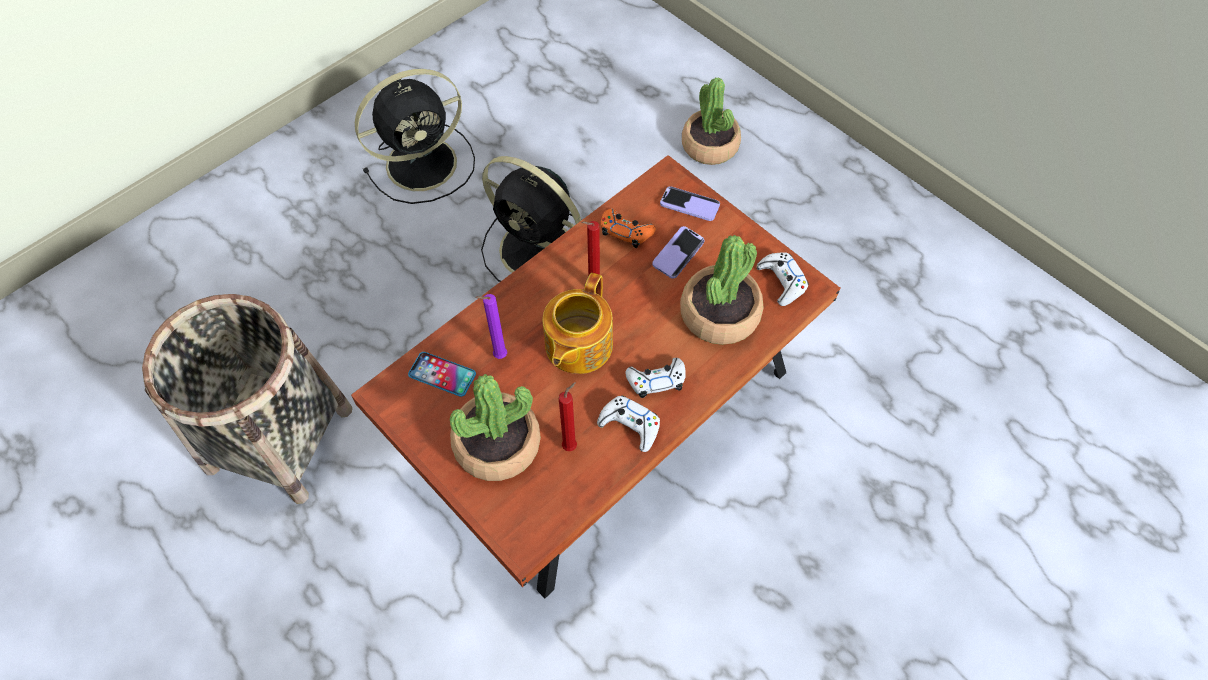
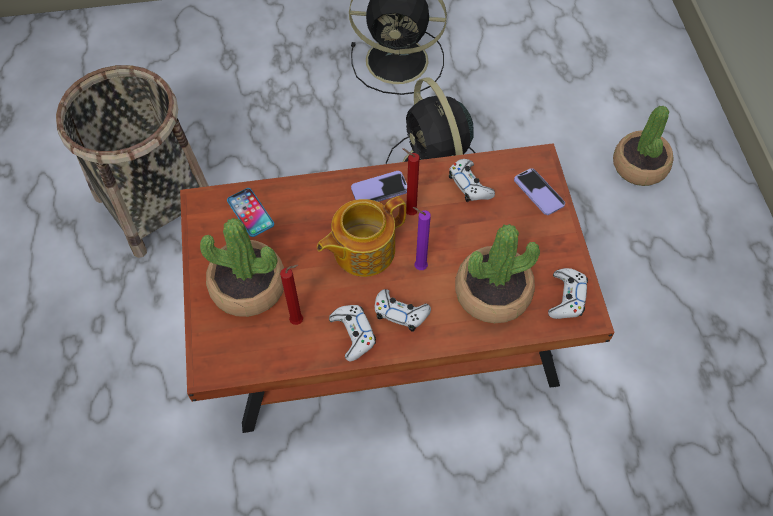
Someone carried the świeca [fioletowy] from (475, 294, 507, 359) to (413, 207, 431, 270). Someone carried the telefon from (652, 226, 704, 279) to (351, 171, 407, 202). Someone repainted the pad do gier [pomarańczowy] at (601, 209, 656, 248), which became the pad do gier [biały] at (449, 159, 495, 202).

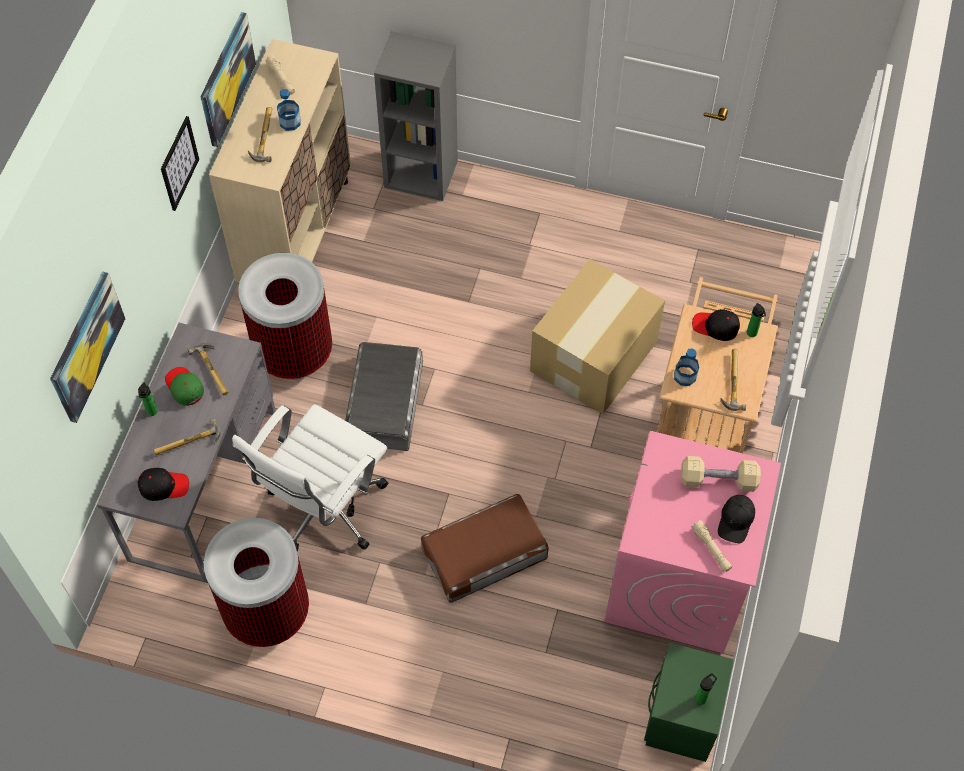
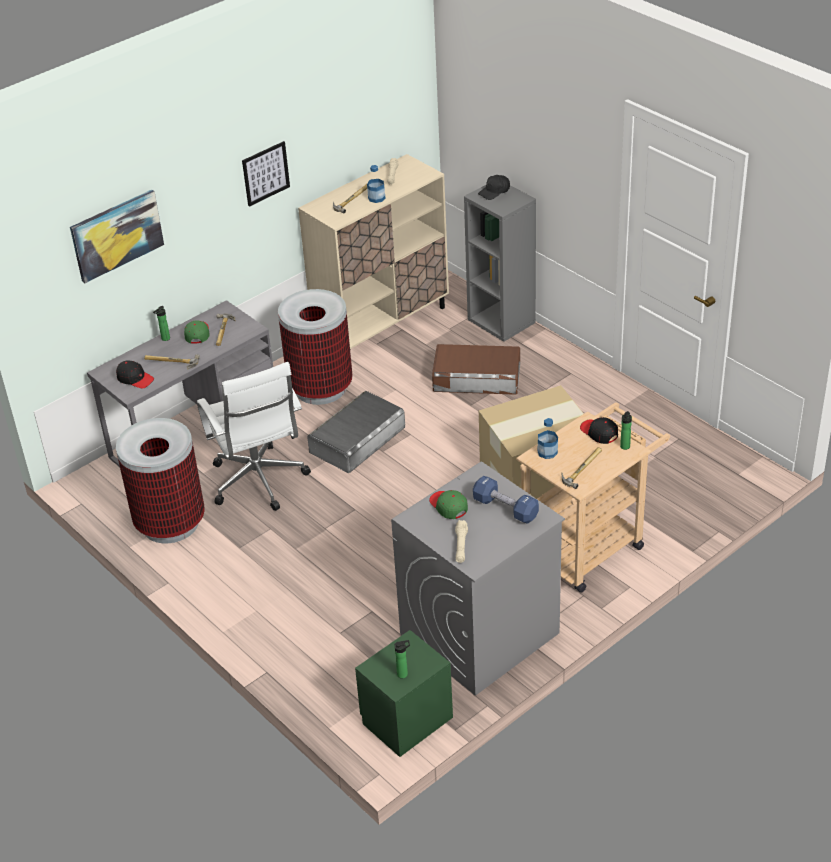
Someone took away the obraz at (201, 12, 256, 147). Someone put down the czapka z daszkiem [zielony] at (429, 490, 468, 519). Someone carried the pojemnik do przechowywania [brązowy] from (421, 494, 549, 603) to (432, 344, 520, 395). Someone carried the czapka z daszkiem [czarny] from (718, 495, 755, 543) to (478, 175, 510, 200). Someone repainted the pralka [różowy] at (605, 431, 781, 653), which became the pralka [szary] at (391, 462, 565, 696). Someone repainted the hantel [beżowy] at (681, 456, 761, 492), which became the hantel [niebieski] at (473, 476, 539, 524). Someone rotated the krzesło biurowe [biały] at (232, 404, 388, 552) by 90 degrees counterclockwise.

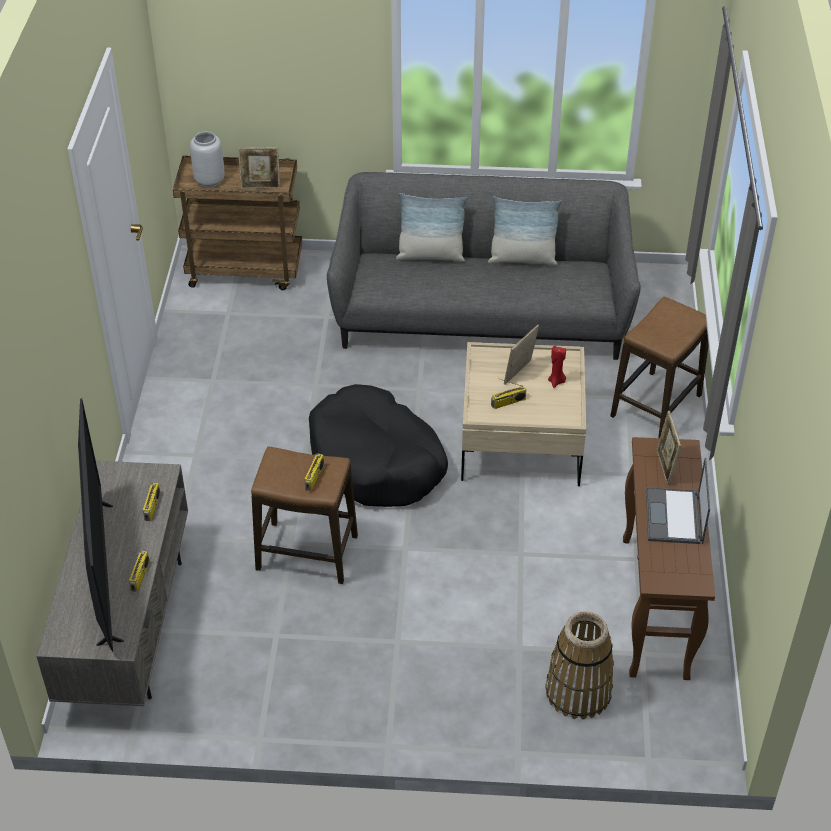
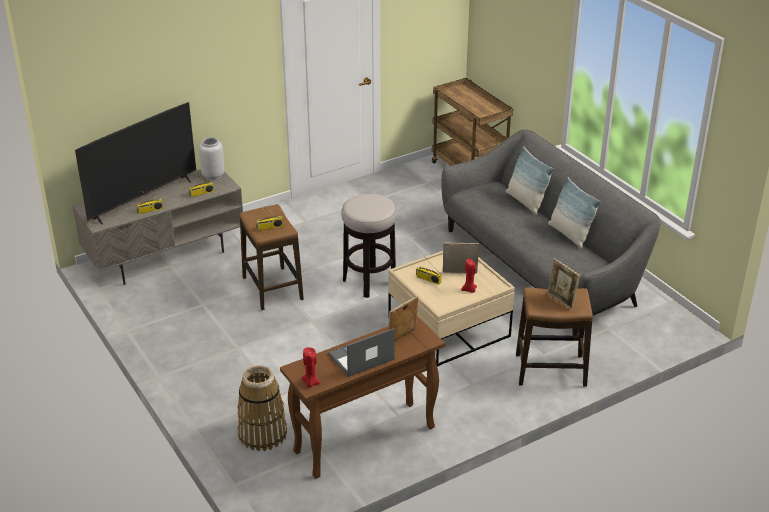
Someone put down the świeca [czerwony] at (302, 347, 321, 388). Someone carried the wazon [szary] from (190, 131, 225, 187) to (199, 137, 225, 180). Someone carried the ramka na zdjęcie from (238, 147, 280, 189) to (547, 258, 580, 309). Someone swapped the legowisko [czarny] at (309, 384, 448, 507) for the stołek at (341, 194, 397, 298).

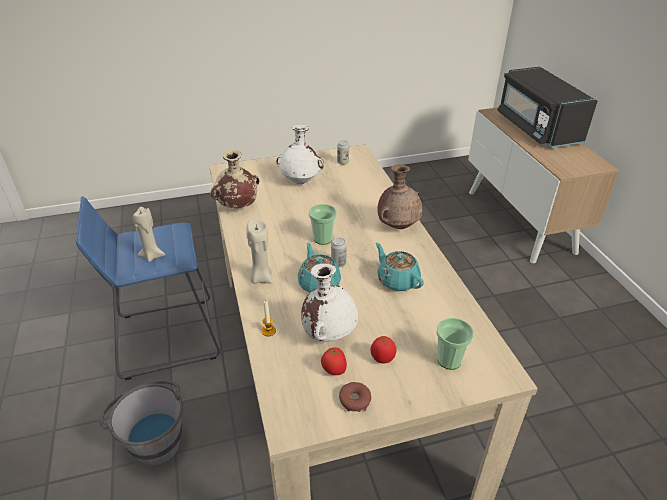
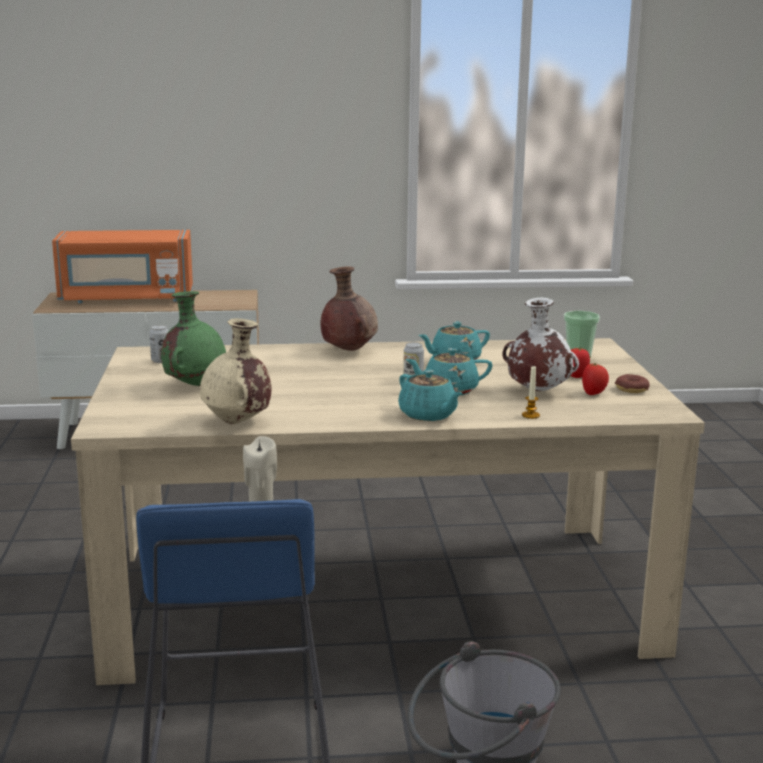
Someone took away the filiżanka at (309, 204, 337, 245). Someone swapped the świeca [beżowy] at (246, 219, 273, 284) for the imbryk [turkusowy] at (398, 370, 462, 421). Someone repainted the wazon [biały] at (276, 125, 324, 184), which became the wazon [zielony] at (161, 291, 226, 386). Someone repainted the mikrofalówka [czarny] at (497, 67, 597, 148), which became the mikrofalówka [pomarańczowy] at (52, 230, 193, 303).

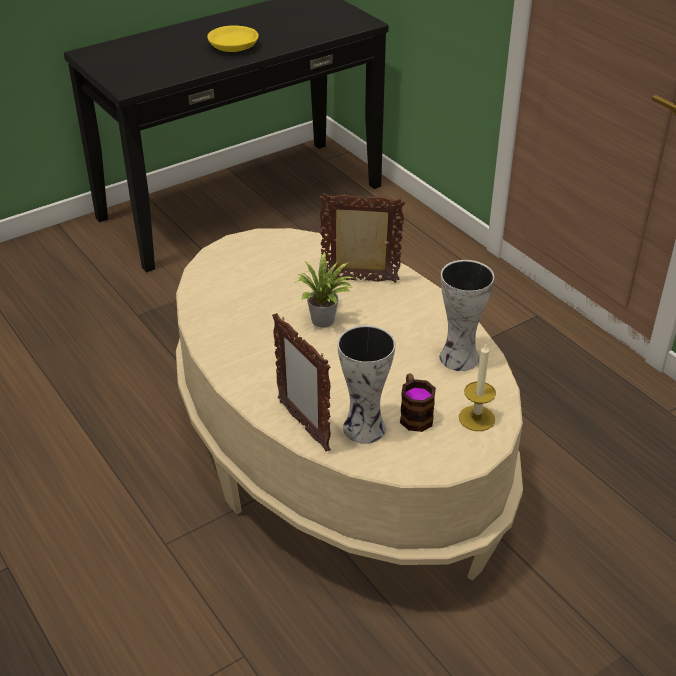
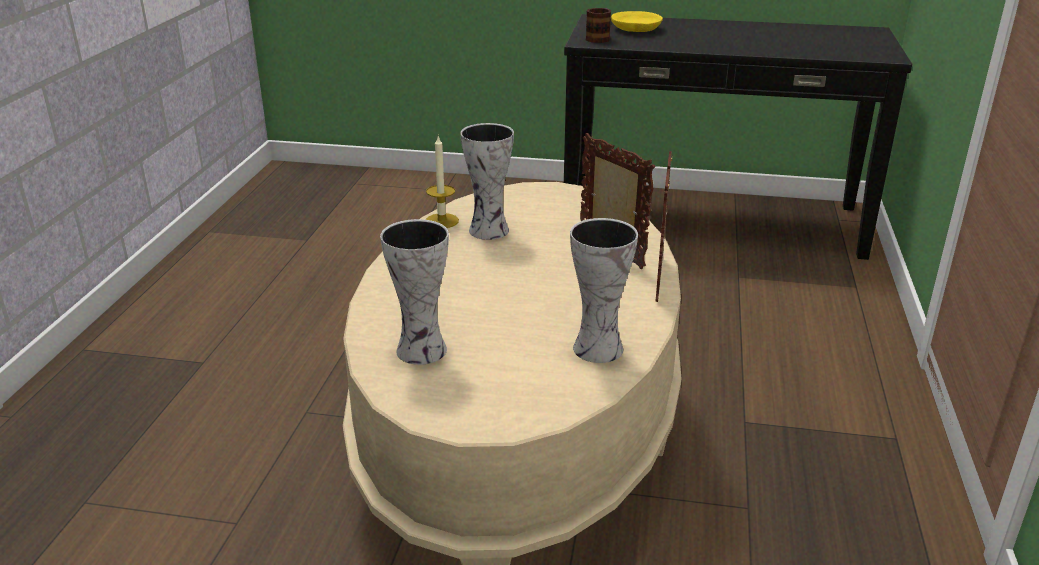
Someone took away the roślina doniczkowa at (295, 251, 357, 327). Someone put down the wazon at (460, 123, 514, 240). Someone carried the miska [żółty] from (207, 25, 259, 52) to (611, 11, 663, 32). Someone carried the ramka na zdjęcie from (272, 313, 331, 451) to (656, 151, 673, 302). Someone carried the kubek from (400, 373, 436, 432) to (586, 8, 611, 43). Someone carried the świeca from (459, 344, 496, 431) to (426, 136, 459, 228).

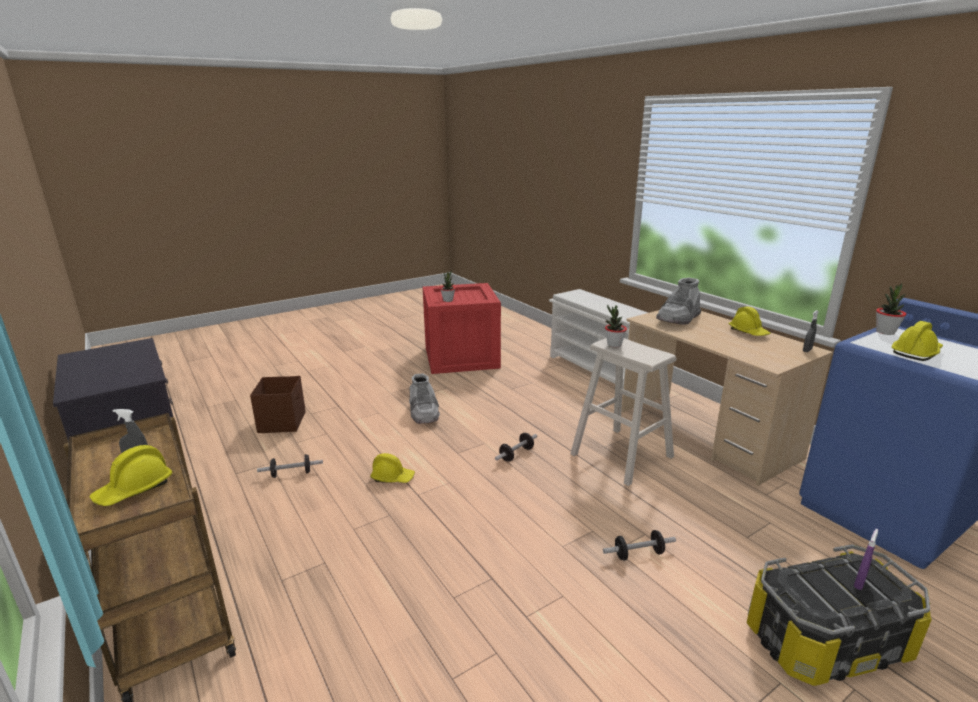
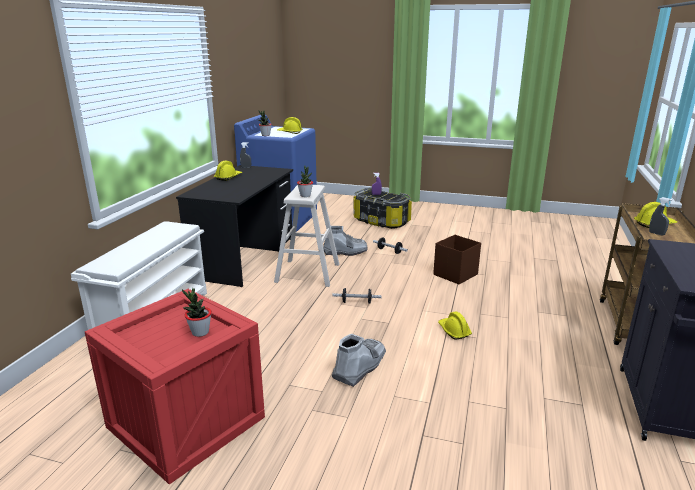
Someone took away the hantel at (257, 454, 323, 478). Someone carried the pojemnik do przechowywania [brązowy] from (250, 376, 306, 433) to (433, 235, 481, 284). Someone carried the but z cholewką [szary] from (656, 278, 701, 324) to (323, 226, 368, 256). Someone repainted the biurko [beżowy] at (622, 310, 833, 486), which became the biurko [czarny] at (176, 165, 293, 287).

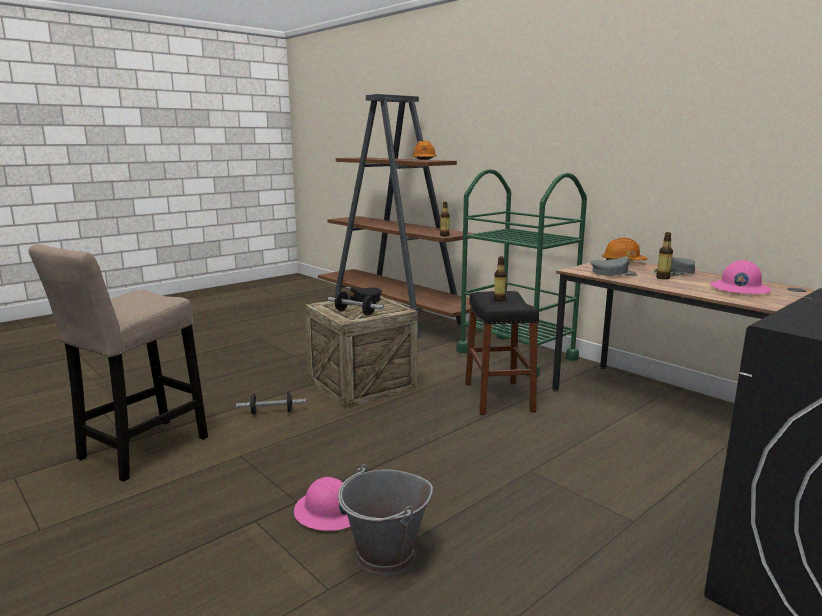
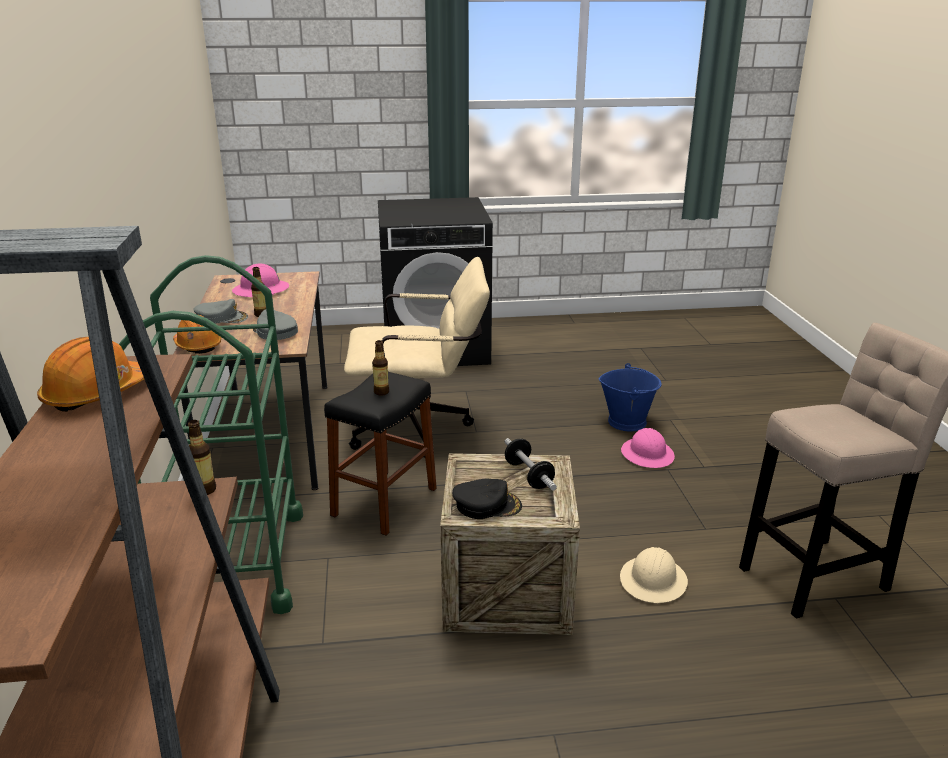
Someone put down the krzesło biurowe [beżowy] at (344, 257, 490, 458). Someone swapped the hantel at (236, 392, 306, 415) for the kask [beżowy] at (620, 547, 688, 603). Someone repainted the wiadro [szary] at (338, 464, 433, 576), which became the wiadro [niebieski] at (599, 363, 661, 431).

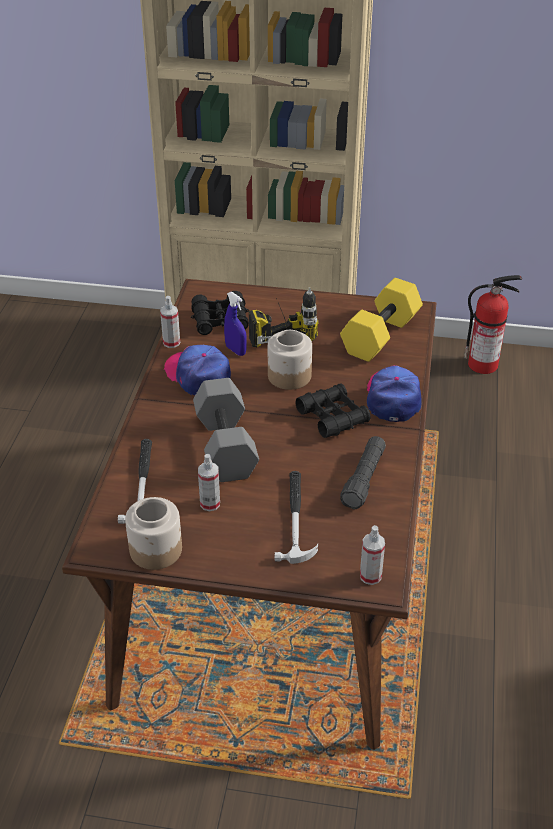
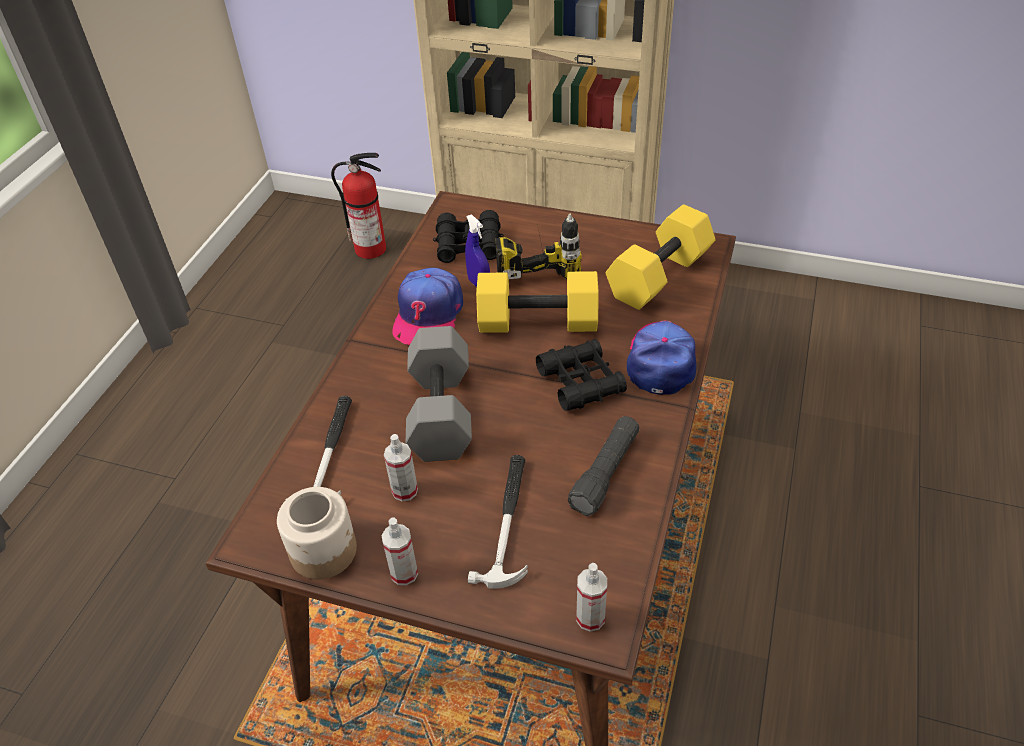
Someone carried the spryskiwacz from (160, 296, 180, 348) to (381, 518, 418, 585). Someone carried the gaśnica from (464, 275, 522, 374) to (331, 153, 386, 259). Someone swapped the słoik at (268, 330, 312, 390) for the hantel [żółty] at (476, 271, 599, 333). Someone rotated the czapka z daszkiem at (164, 345, 231, 395) by 135 degrees counterclockwise.

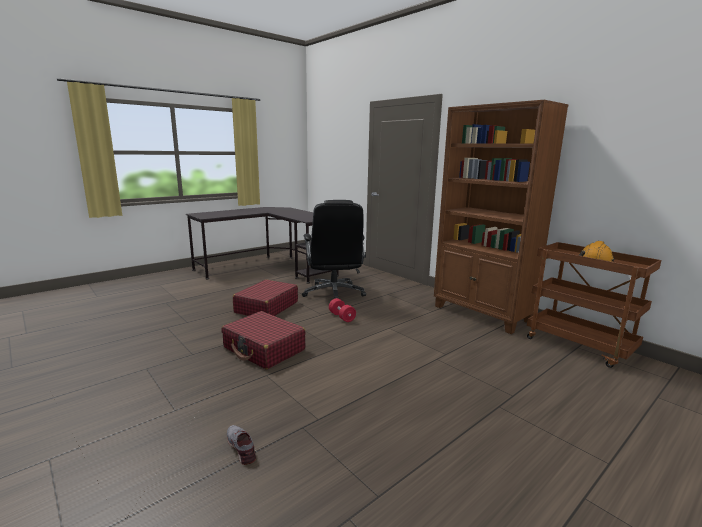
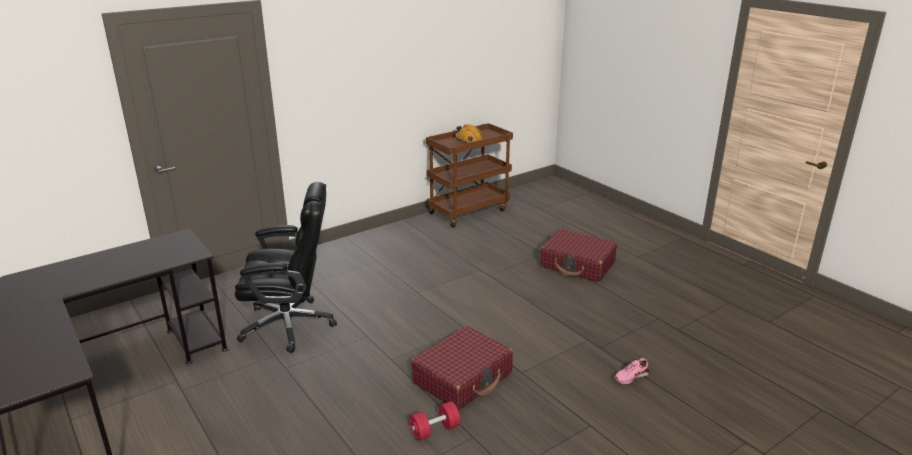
Someone took away the regał [brązowy] at (434, 100, 569, 334). Someone carried the walizka [czerwony] from (233, 279, 298, 316) to (540, 229, 617, 282). Someone carried the hantel [czerwony] from (329, 298, 356, 322) to (409, 401, 460, 441). Someone repainted the but [szary] at (227, 425, 256, 465), which became the but [różowy] at (614, 358, 650, 385).

